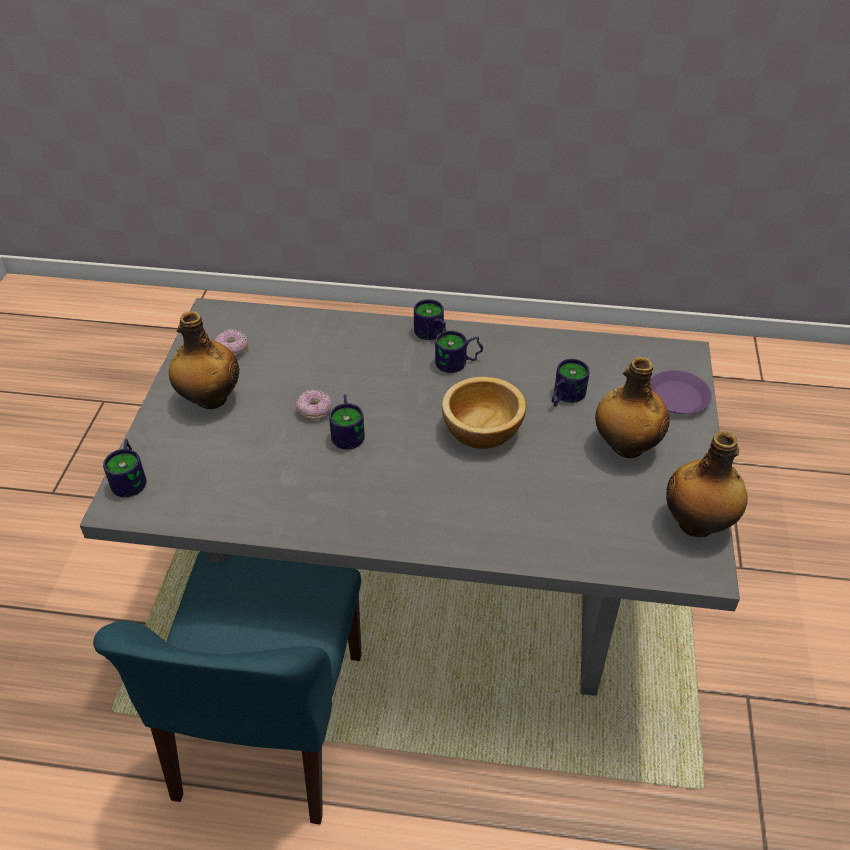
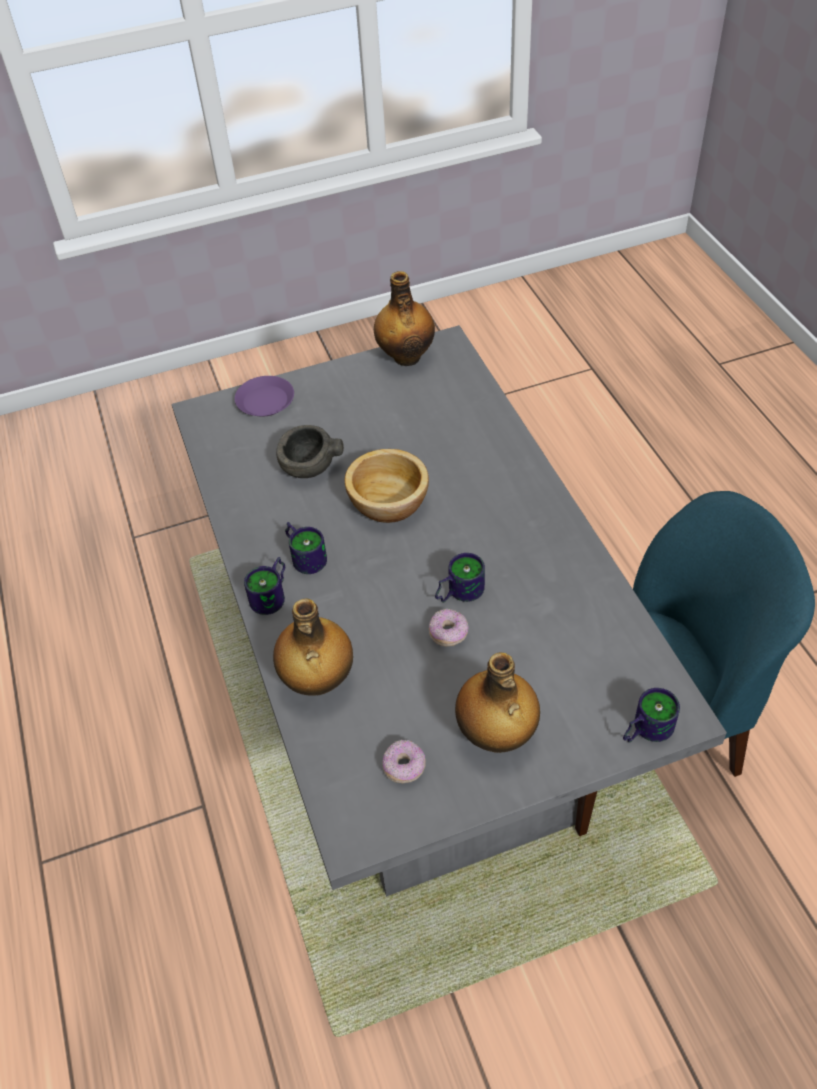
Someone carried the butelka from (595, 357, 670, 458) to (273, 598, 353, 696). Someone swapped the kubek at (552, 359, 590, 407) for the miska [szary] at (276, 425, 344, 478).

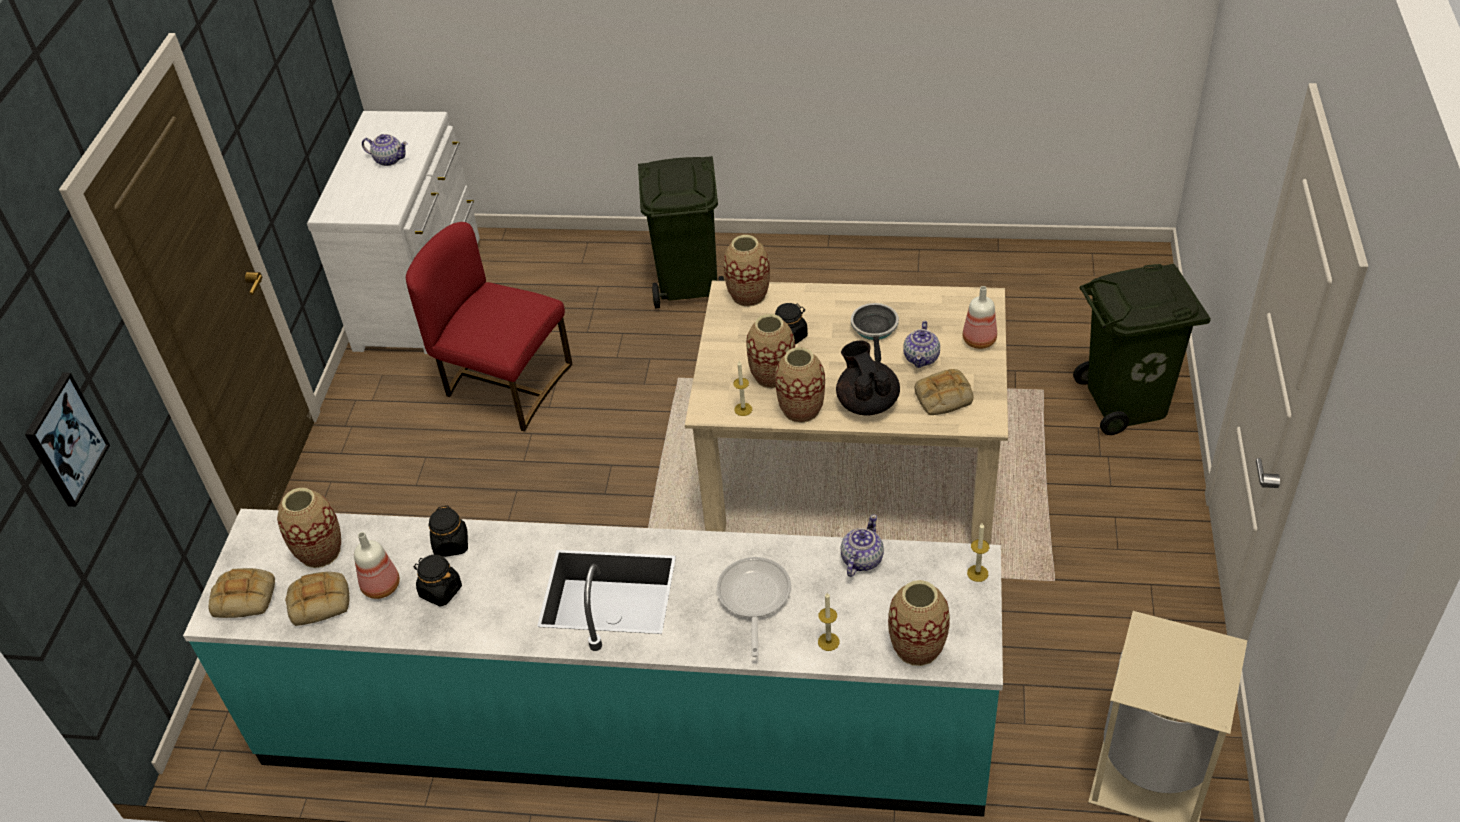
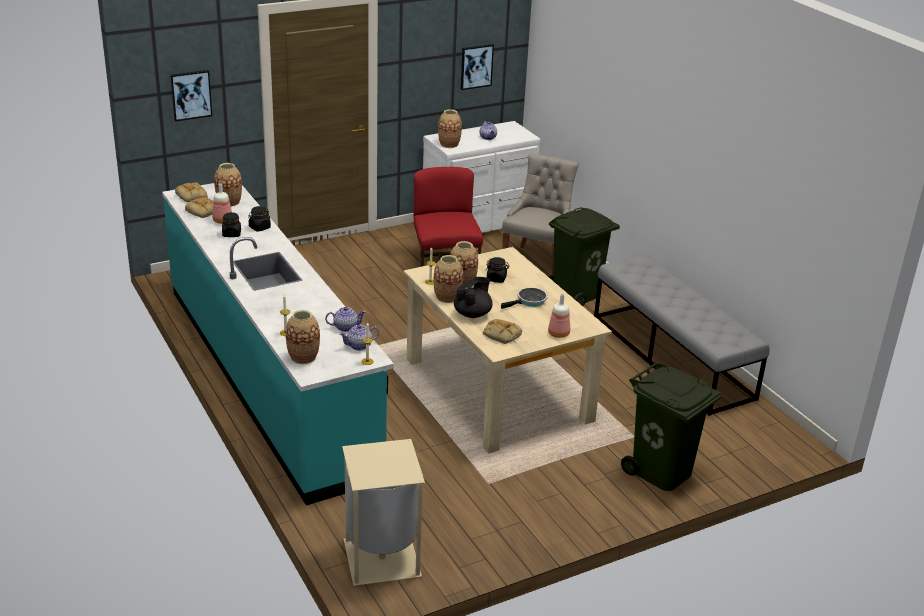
Someone took away the patelnia at (717, 557, 791, 657). Someone put up the obraz at (461, 44, 494, 90). Someone put down the krzesło [szary] at (502, 154, 579, 275). Someone put down the ławka [szary] at (594, 255, 770, 416). Someone carried the wazon from (724, 235, 770, 307) to (438, 109, 462, 148). Someone carried the imbryk from (903, 321, 940, 368) to (339, 325, 379, 351).

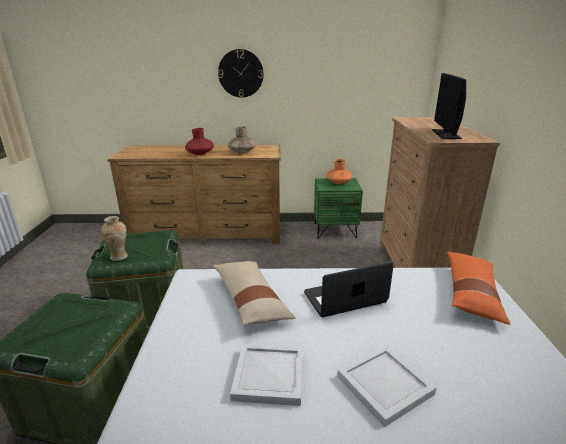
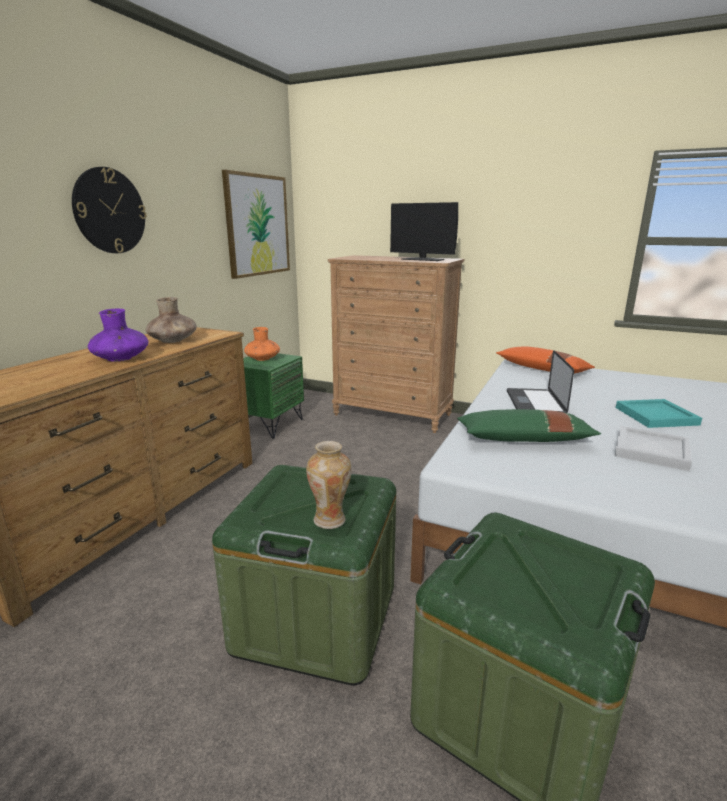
Someone put up the obraz at (222, 170, 290, 279). Someone repainted the wazon [czerwony] at (185, 128, 214, 155), which became the wazon [fioletowy] at (88, 309, 149, 362). Someone repainted the poduszka [beżowy] at (213, 261, 296, 325), which became the poduszka [zielony] at (457, 409, 601, 442). Someone repainted the taca [biały] at (337, 345, 437, 427), which became the taca [turkusowy] at (616, 399, 702, 428).

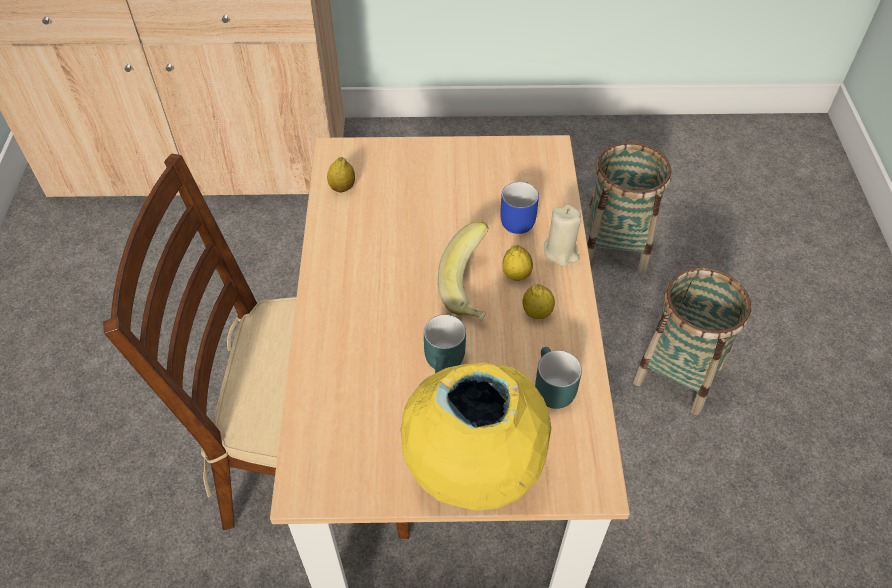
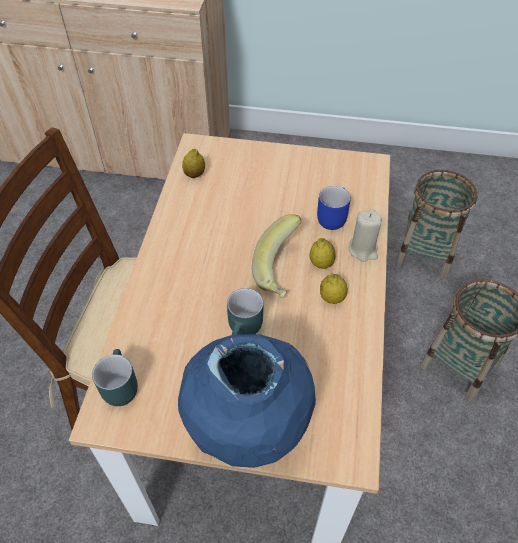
Someone carried the kubek [turkusowy] from (535, 347, 582, 409) to (92, 349, 138, 406). Someone repainted the wazon [żółty] at (401, 362, 551, 511), which became the wazon [niebieski] at (178, 334, 316, 468).

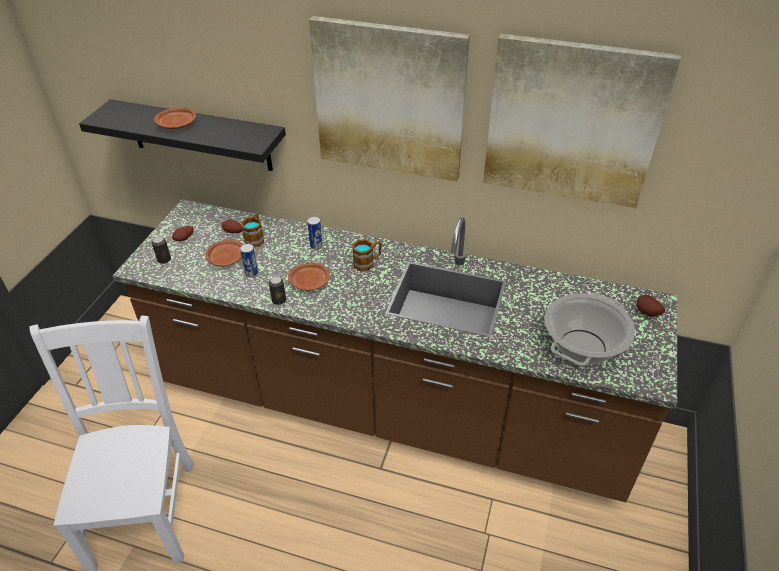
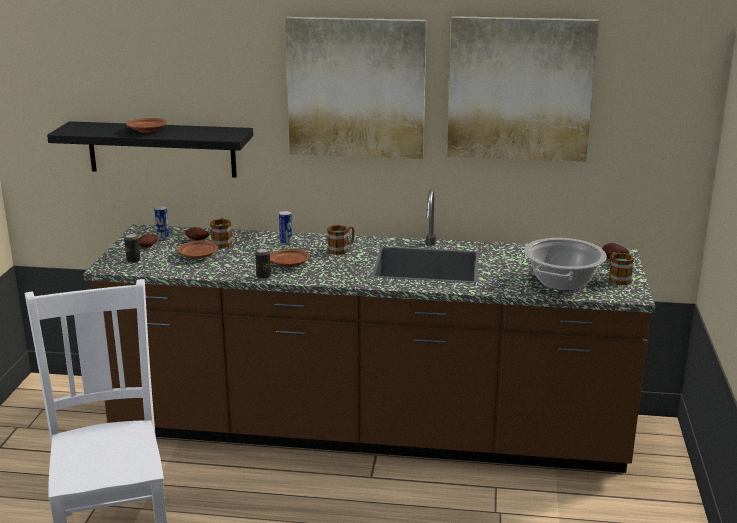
Someone put down the kubek at (609, 252, 634, 285). Someone carried the puszka from (240, 244, 258, 278) to (154, 206, 170, 240).

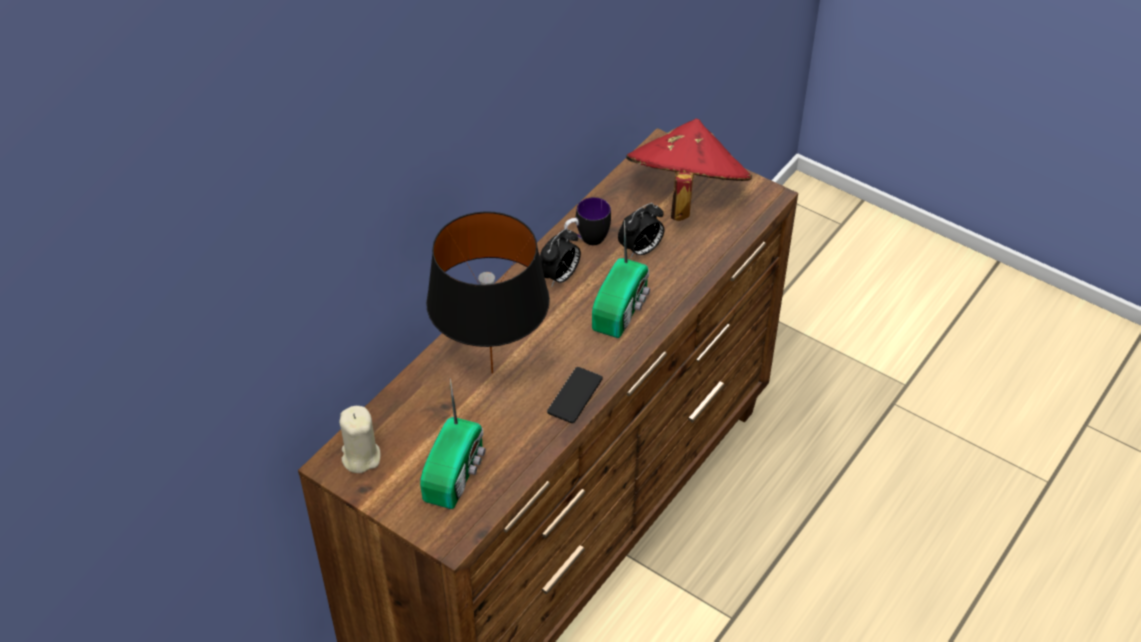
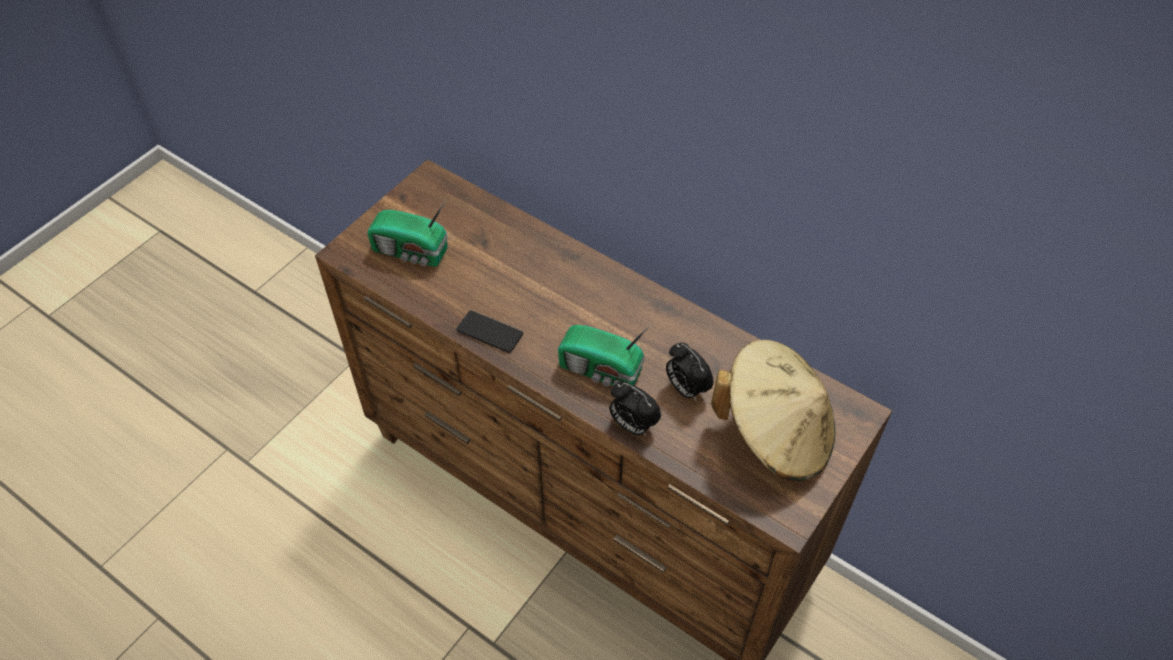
Someone took away the świeca [beżowy] at (339, 406, 380, 473). Someone took away the lampa stołowa [czarny] at (426, 211, 550, 374). Someone took away the kubek at (564, 197, 611, 245). Someone carried the budzik from (539, 228, 581, 286) to (609, 381, 661, 436). Someone repainted the kapelusz [czerwony] at (626, 118, 752, 221), which became the kapelusz [beżowy] at (711, 340, 835, 481).

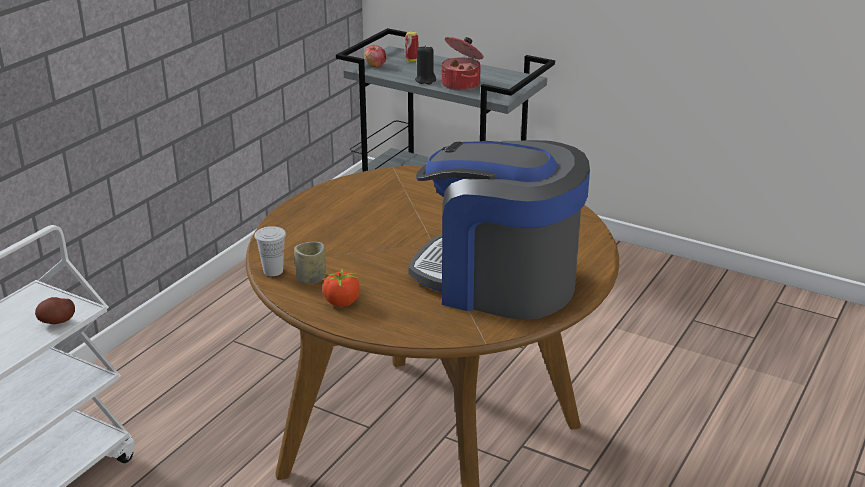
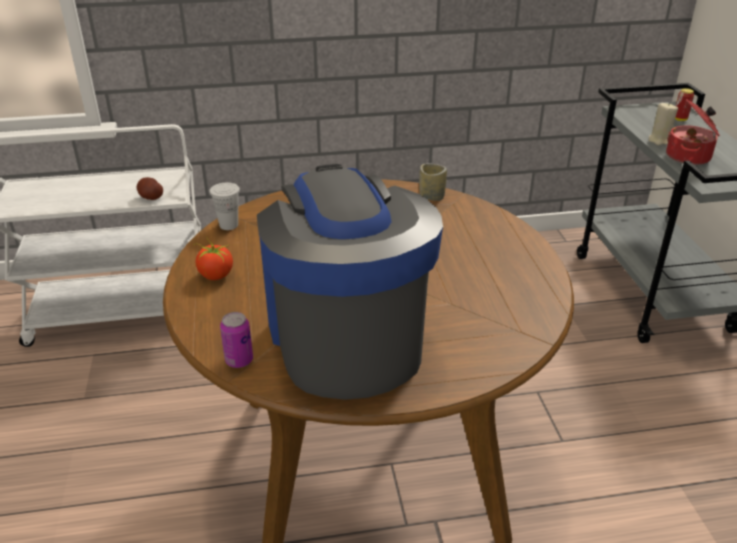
Someone took away the jabłko at (365, 45, 386, 67). Someone put down the puszka at (220, 312, 253, 368). Someone carried the filiżanka from (294, 242, 326, 284) to (419, 164, 447, 201). Someone repainted the świeca [czarny] at (415, 45, 436, 84), which became the świeca [beżowy] at (648, 102, 678, 145).

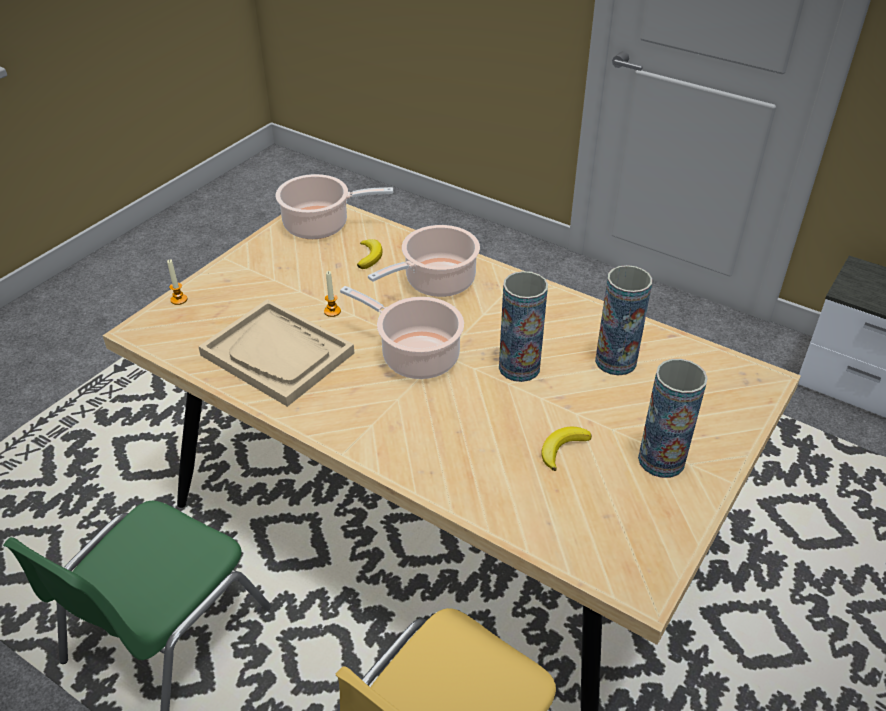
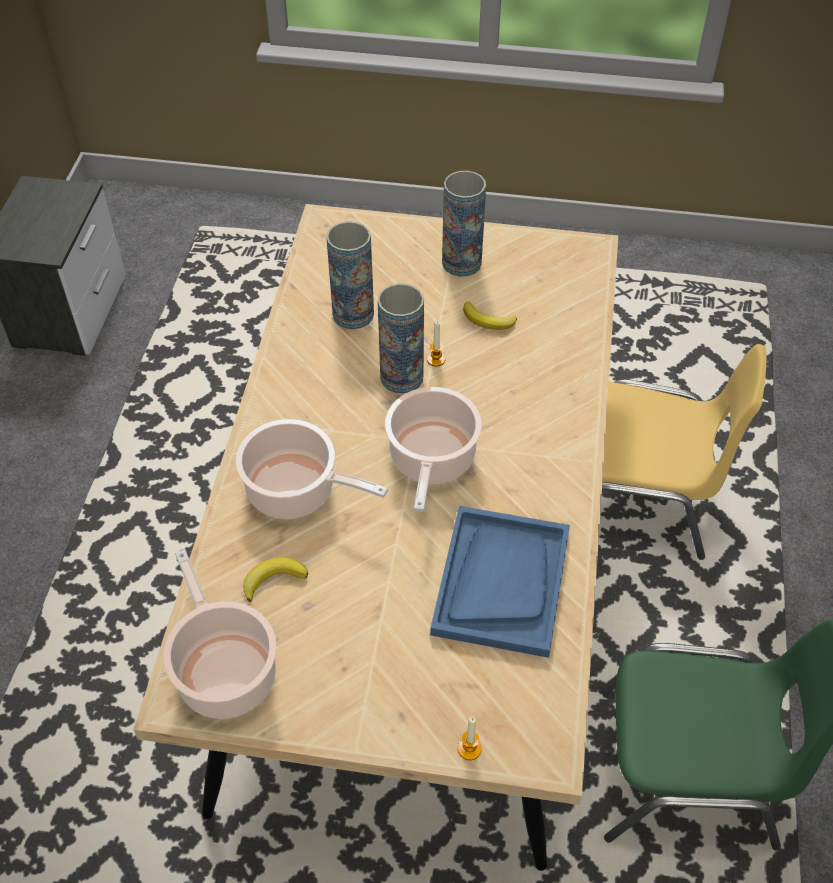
Someone carried the świeca from (324, 271, 341, 317) to (427, 321, 445, 367). Someone repainted the taca [beżowy] at (198, 299, 354, 407), which became the taca [niebieski] at (430, 506, 570, 658).

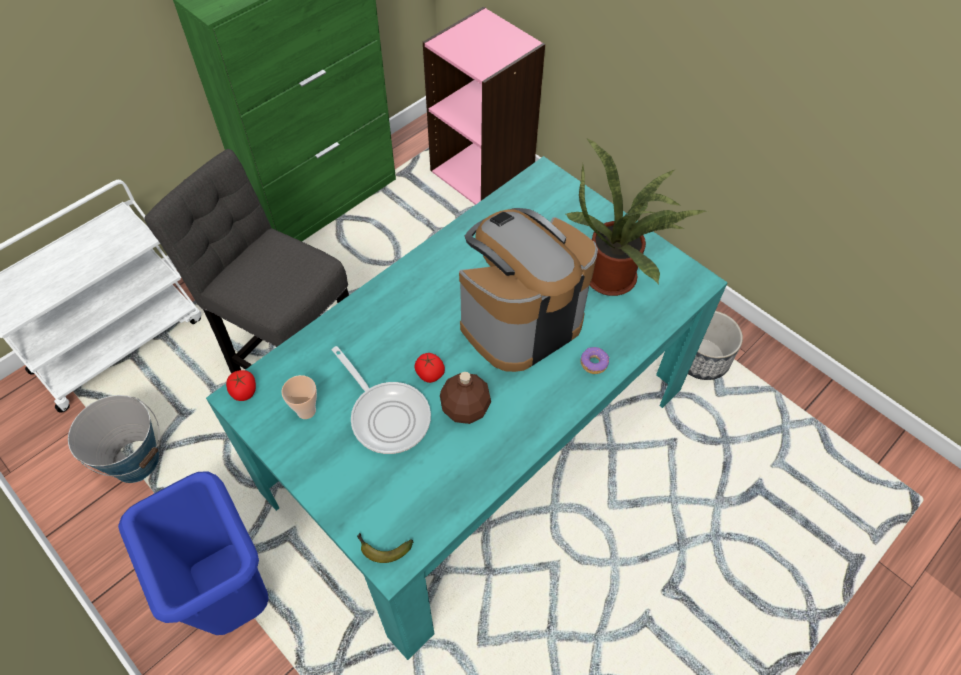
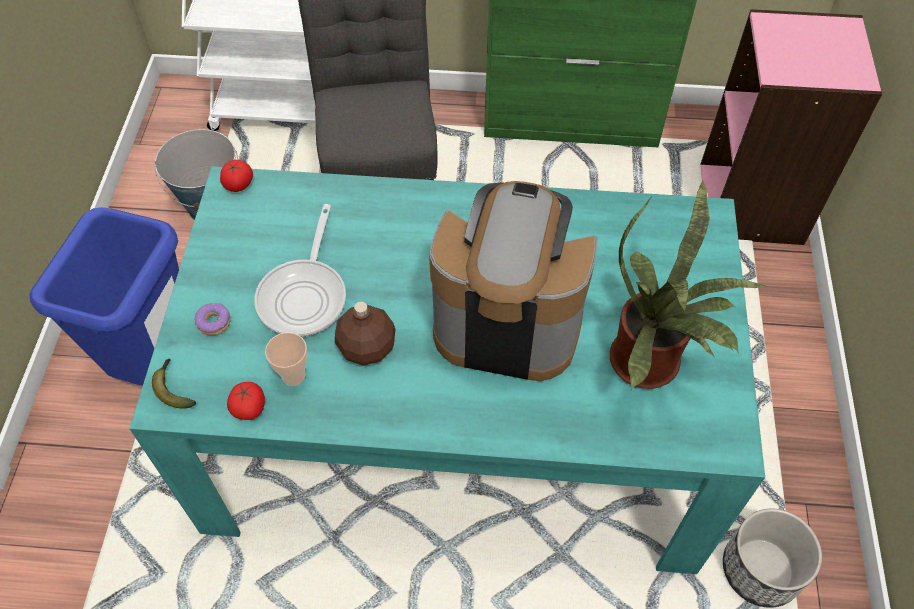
Someone carried the filiżanka from (282, 375, 317, 419) to (265, 332, 307, 386). Someone carried the pomidor from (414, 353, 445, 383) to (227, 382, 265, 420). Someone carried the donut from (580, 347, 609, 374) to (194, 303, 231, 335).

